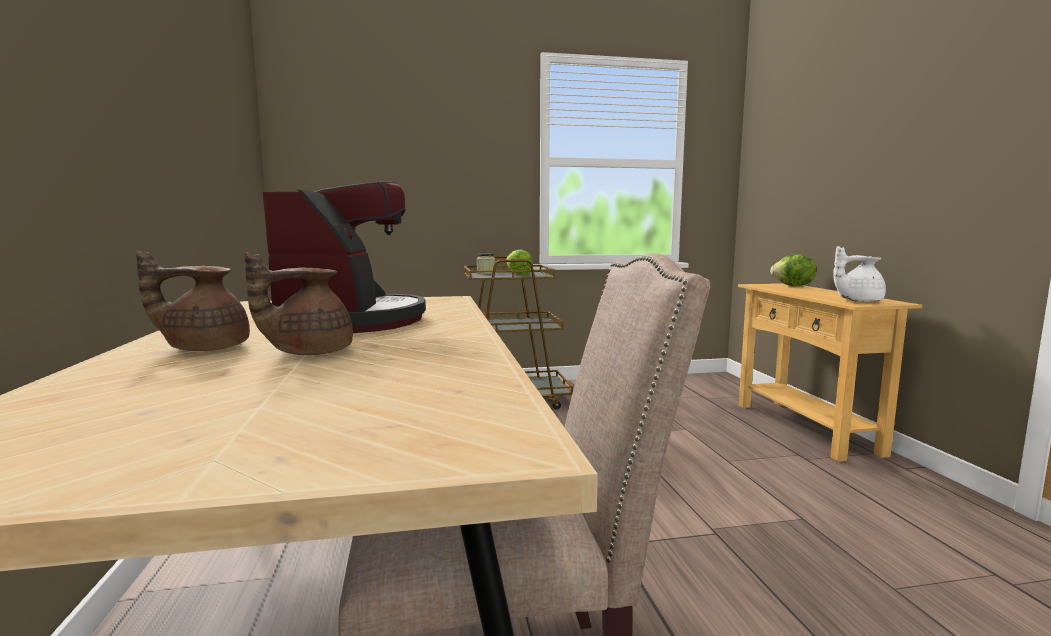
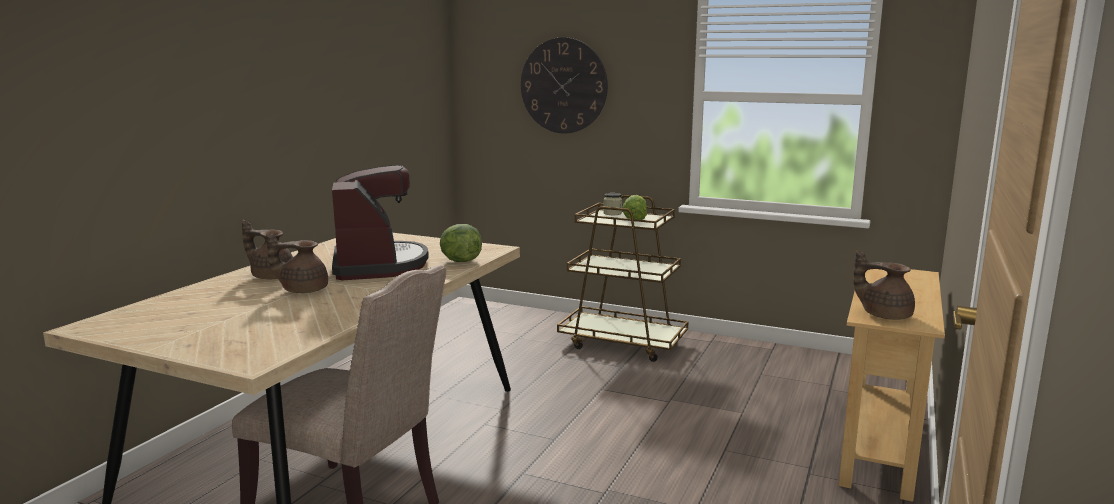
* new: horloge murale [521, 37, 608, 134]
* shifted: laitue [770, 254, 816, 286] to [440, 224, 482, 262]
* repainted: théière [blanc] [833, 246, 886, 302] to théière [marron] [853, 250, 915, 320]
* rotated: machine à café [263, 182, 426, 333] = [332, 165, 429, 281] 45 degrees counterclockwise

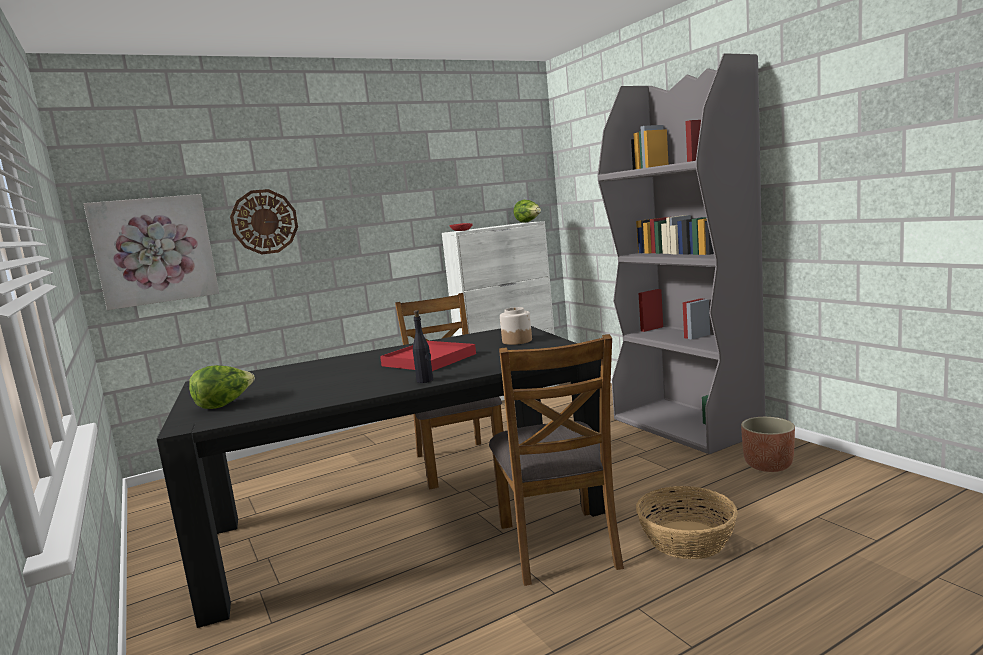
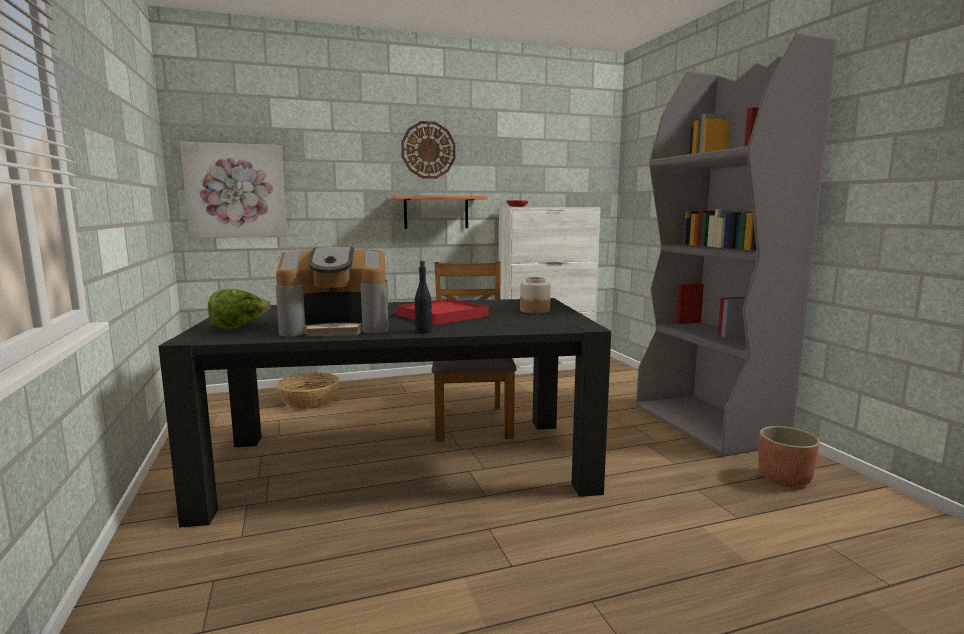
* gone: chaise [marron] [489, 334, 624, 586]
* gone: laitue [513, 200, 541, 222]
* new: machine à café [275, 247, 389, 337]
* new: étagère [391, 195, 488, 229]
* shifted: horloge murale [230, 189, 298, 255] to [401, 121, 455, 179]
* shifted: panier [636, 486, 738, 559] to [276, 372, 340, 410]

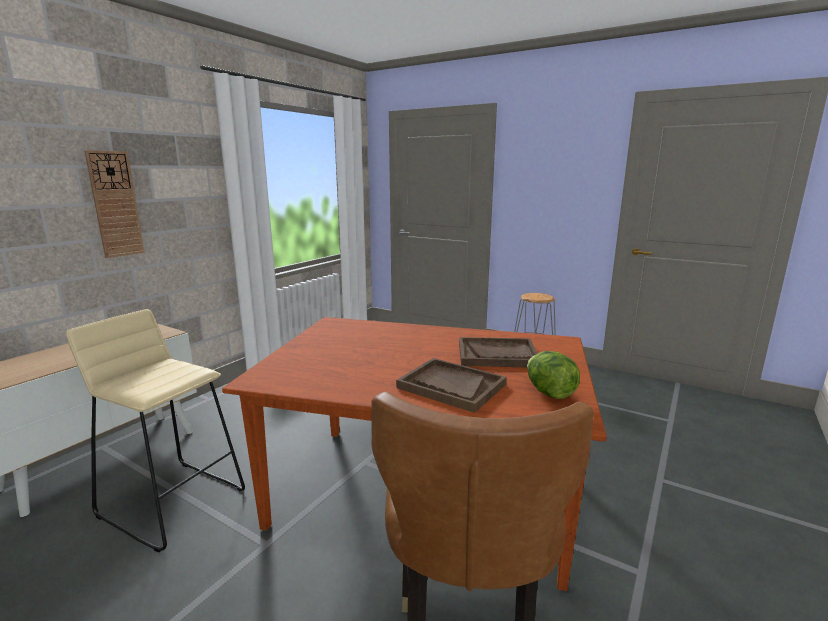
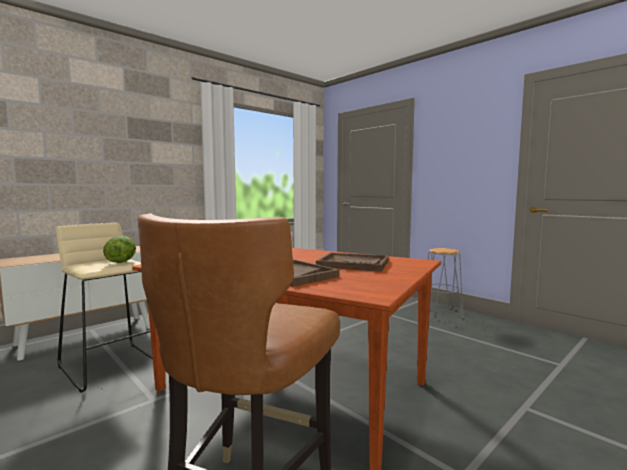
* gone: horloge murale [84, 150, 145, 258]
* shifted: laitue [527, 351, 580, 399] to [103, 236, 136, 263]

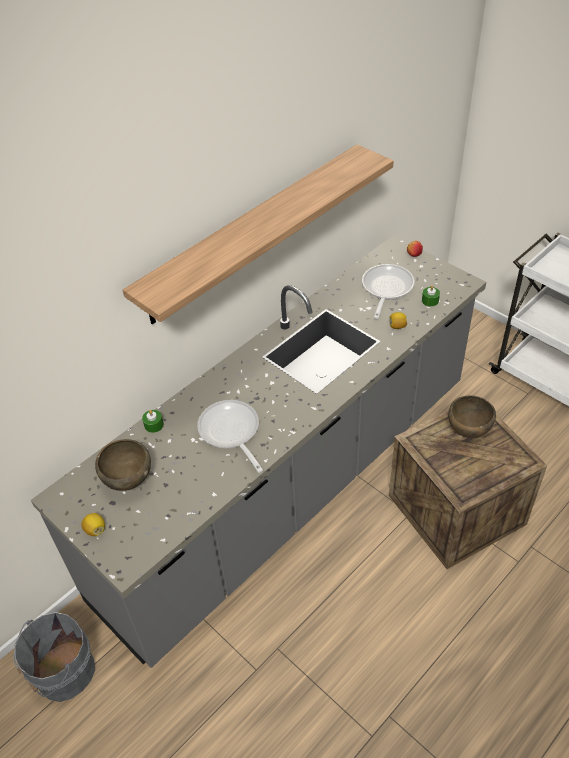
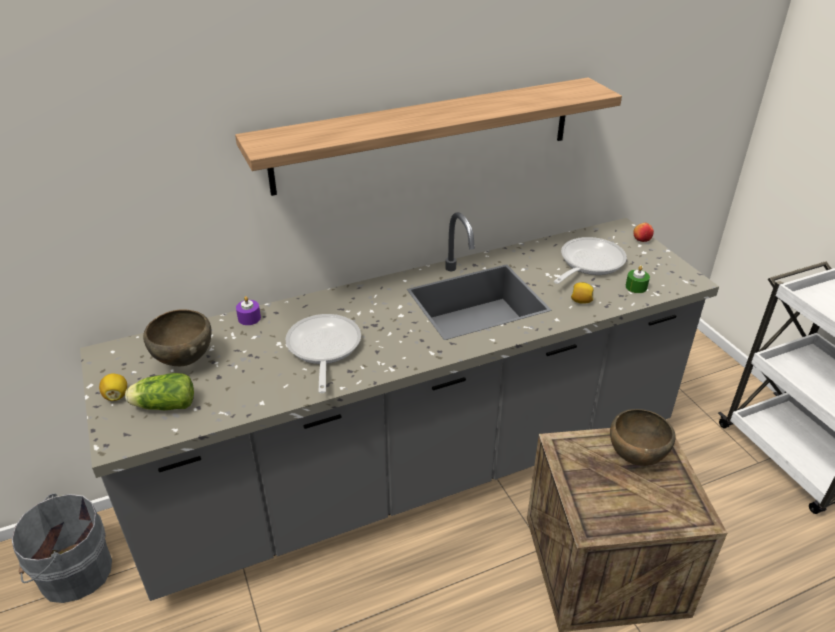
* new: laitue [125, 373, 194, 410]
* repainted: bougie [vert] [142, 410, 164, 433] to bougie [violet] [236, 296, 261, 325]

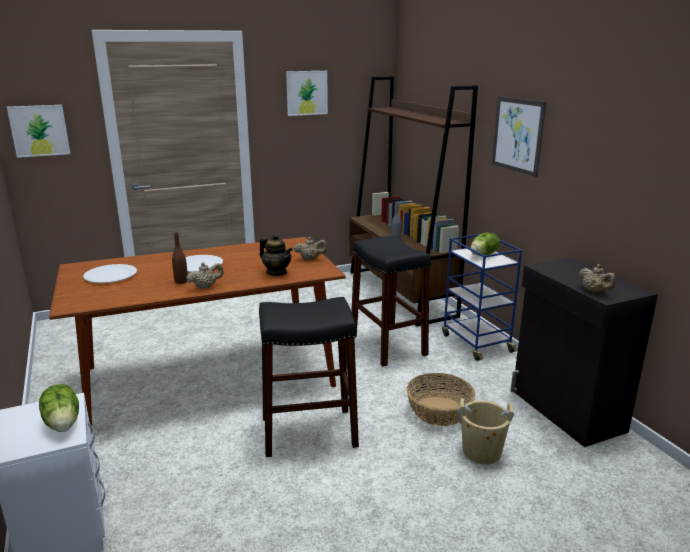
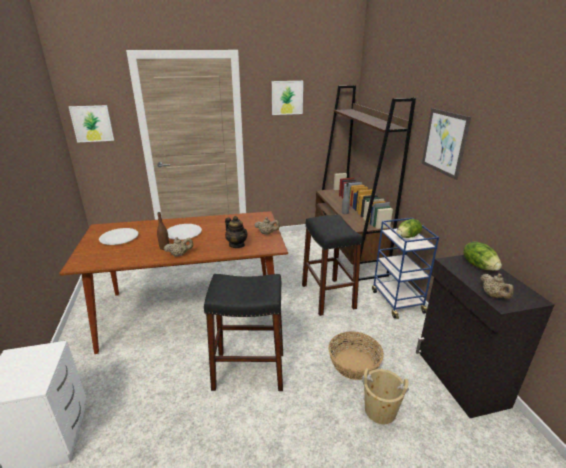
* shifted: laitue [39, 384, 79, 432] to [463, 241, 502, 271]

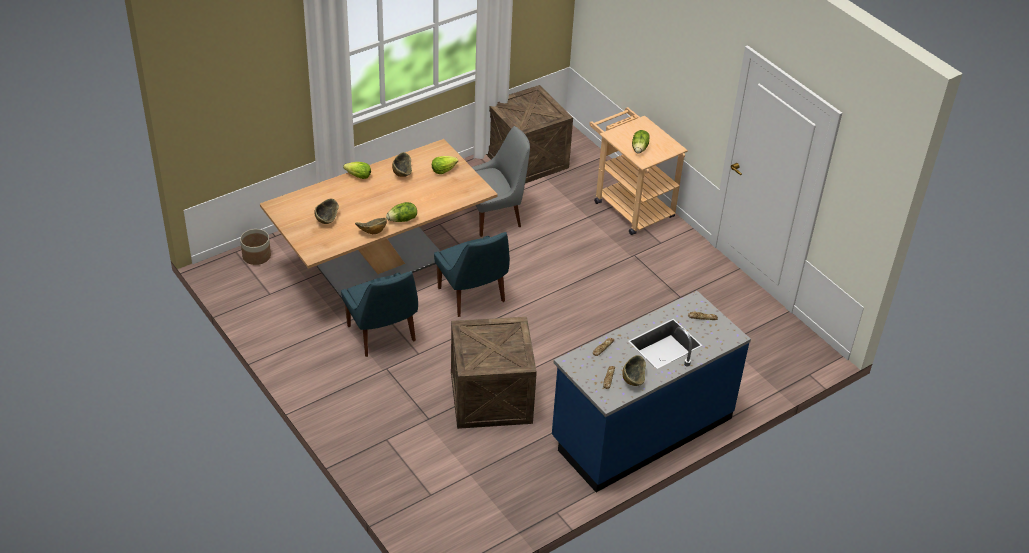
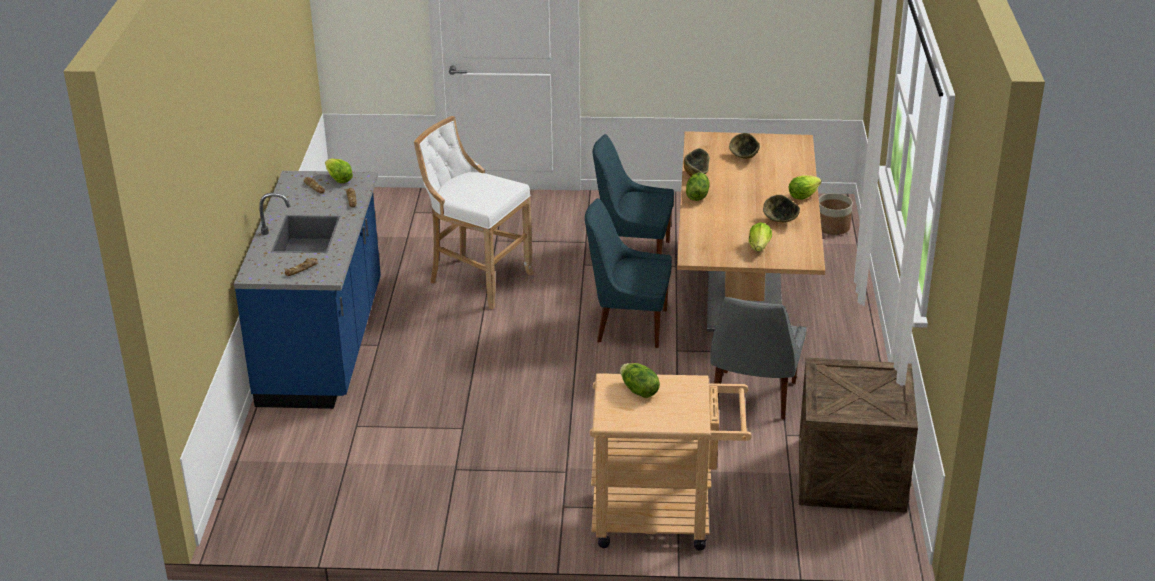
* gone: bol [622, 355, 646, 386]
* new: laitue [325, 158, 353, 183]
* swapped: caisse [451, 317, 537, 429] to tabouret [blanc] [414, 116, 534, 309]

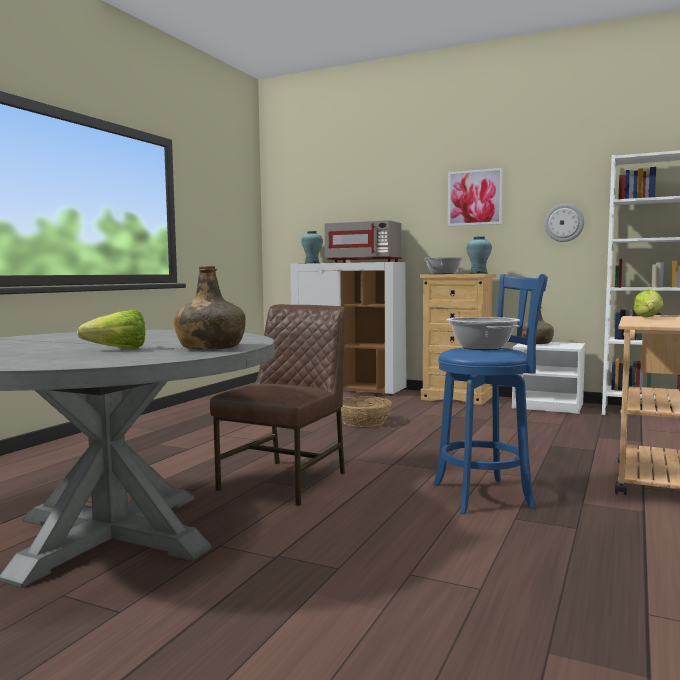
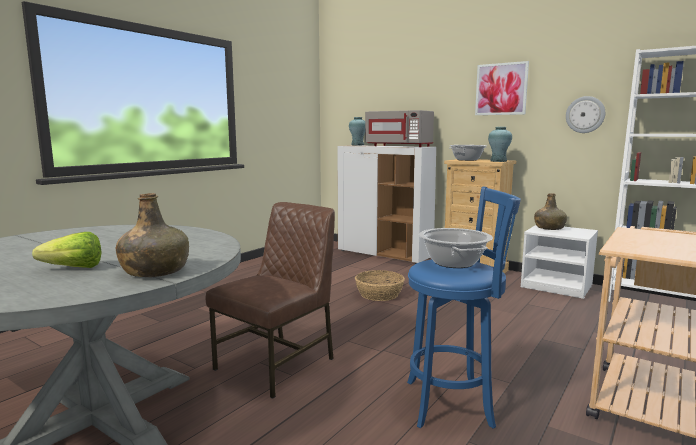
* gone: laitue [633, 290, 663, 317]

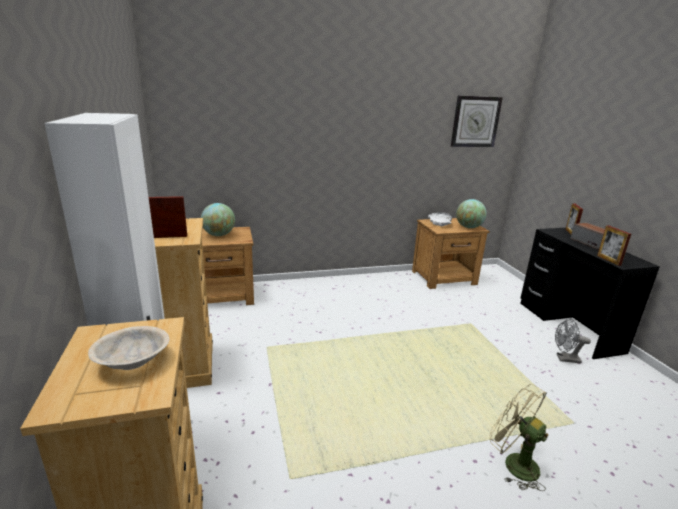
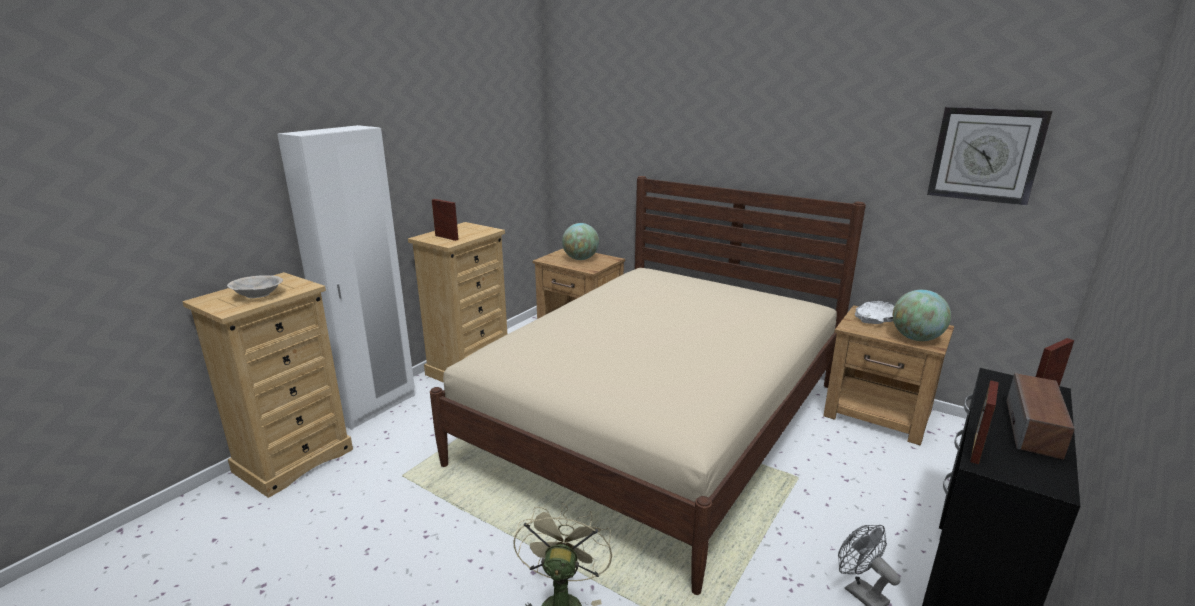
* new: lit [beige] [430, 176, 866, 595]

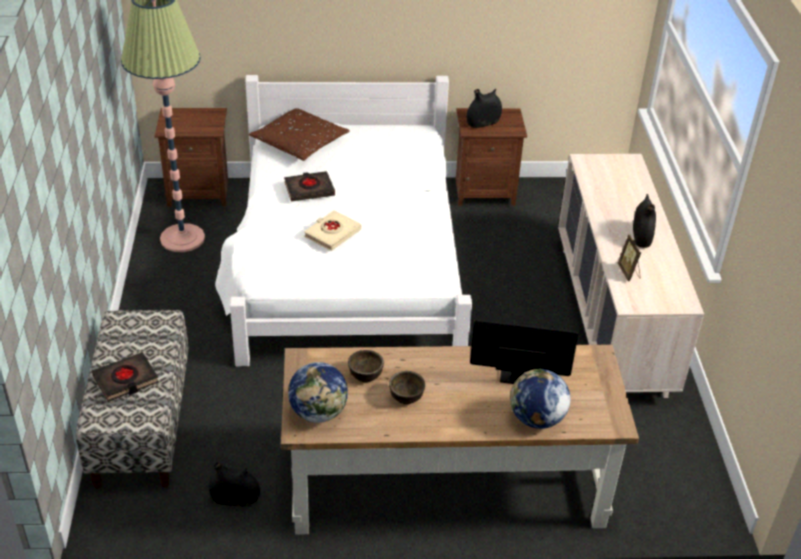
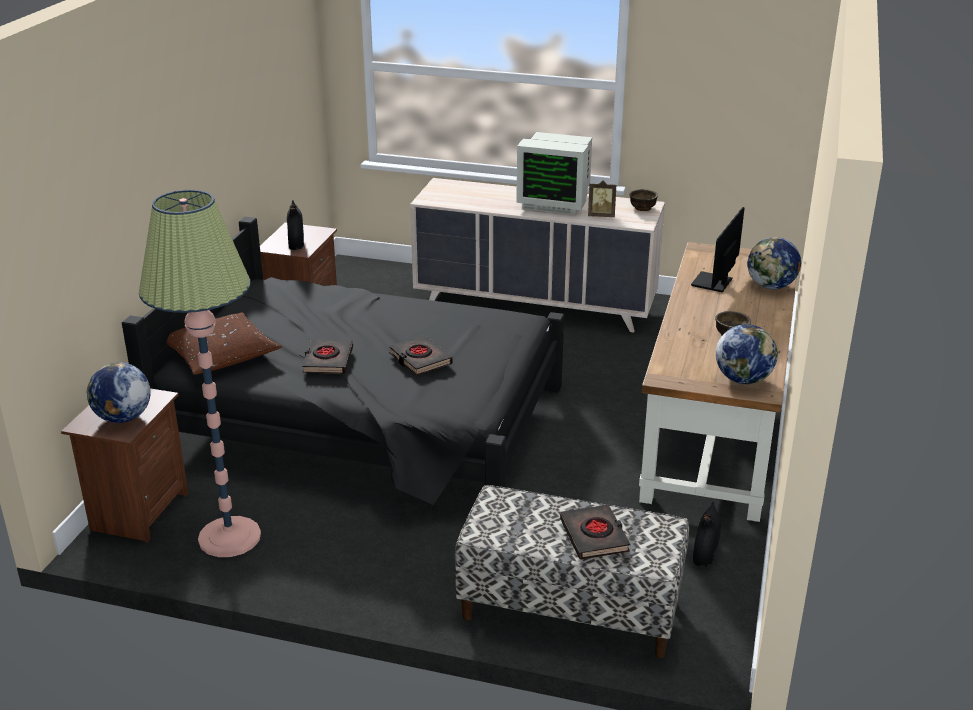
* new: globe [86, 362, 151, 423]
* shifted: bol [marron] [348, 350, 384, 382] to [629, 189, 658, 211]
* swapped: vase [noir] [633, 194, 656, 248] to écran d'ordinateur [516, 132, 592, 215]
* repainted: lit [blanc] [215, 75, 472, 366] to lit [noir] [122, 217, 564, 505]
* repainted: livre [beige] [304, 210, 362, 251] to livre [noir] [389, 335, 453, 375]

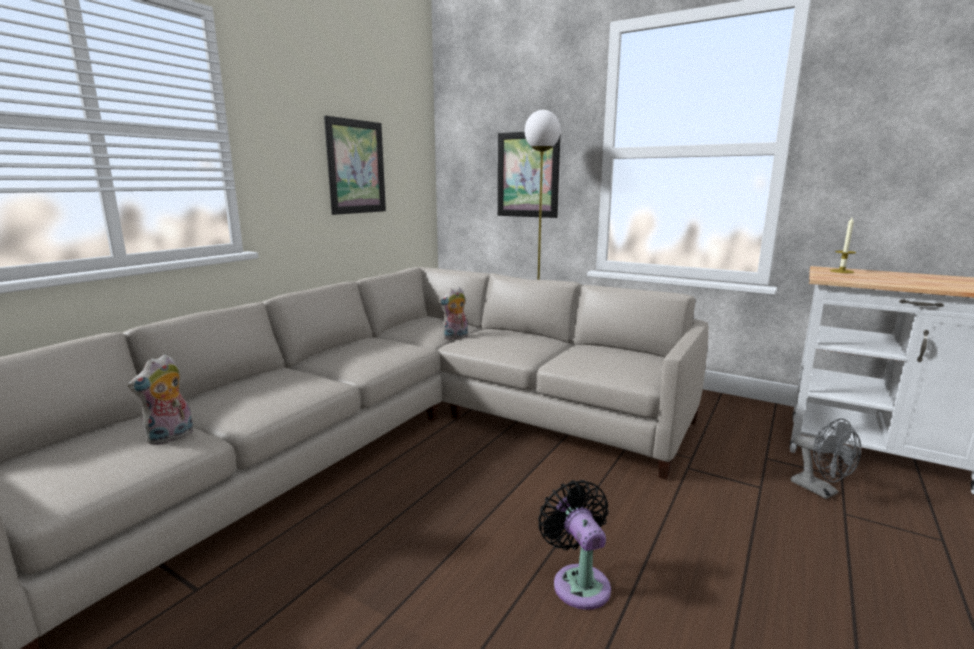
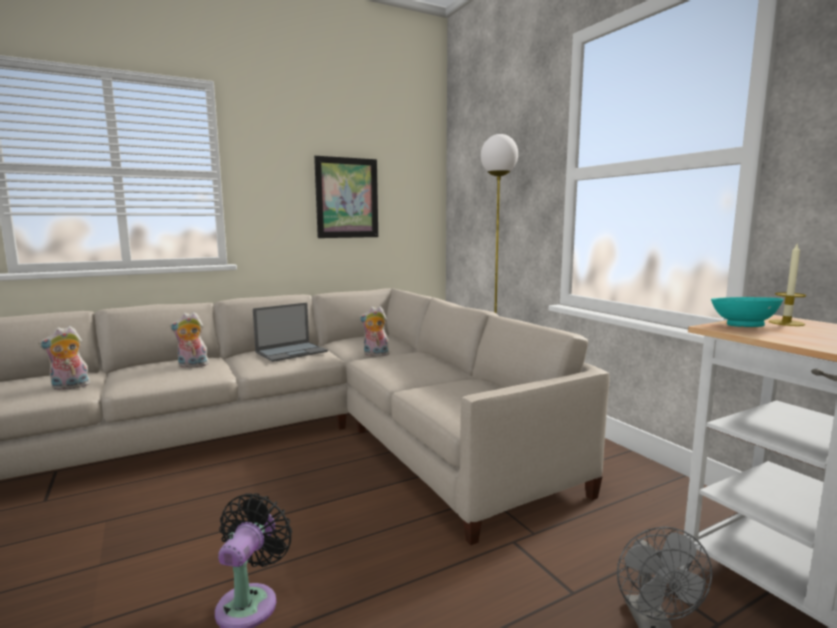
* gone: tableau [498, 132, 561, 218]
* new: peluche [170, 312, 209, 368]
* new: ordinateur portable [253, 303, 328, 362]
* new: bol [turquoise] [711, 297, 784, 327]

